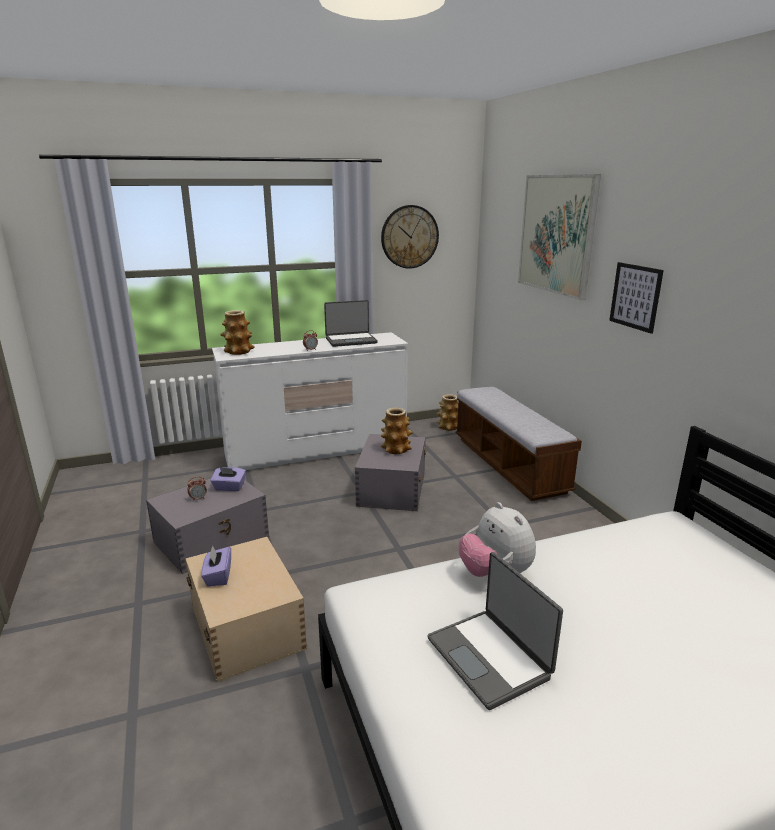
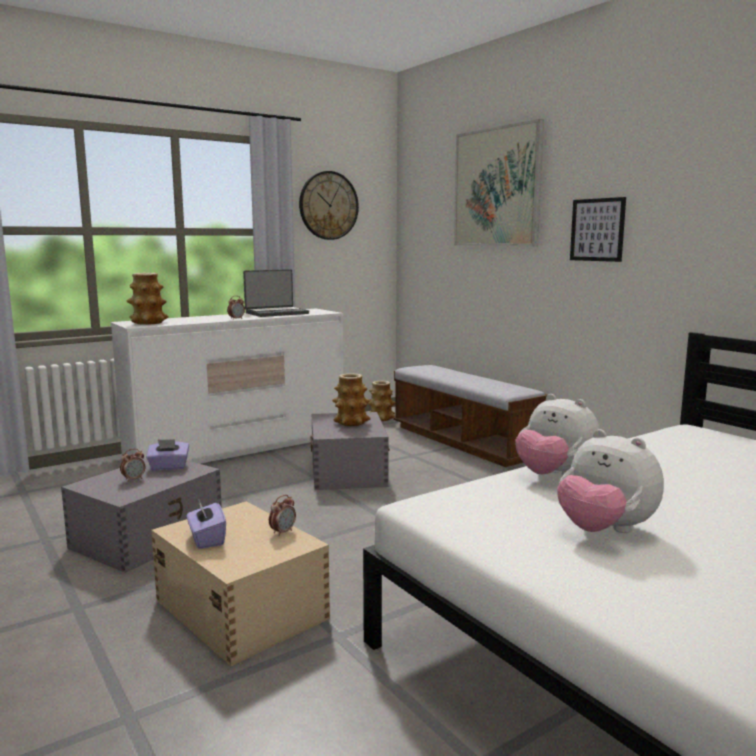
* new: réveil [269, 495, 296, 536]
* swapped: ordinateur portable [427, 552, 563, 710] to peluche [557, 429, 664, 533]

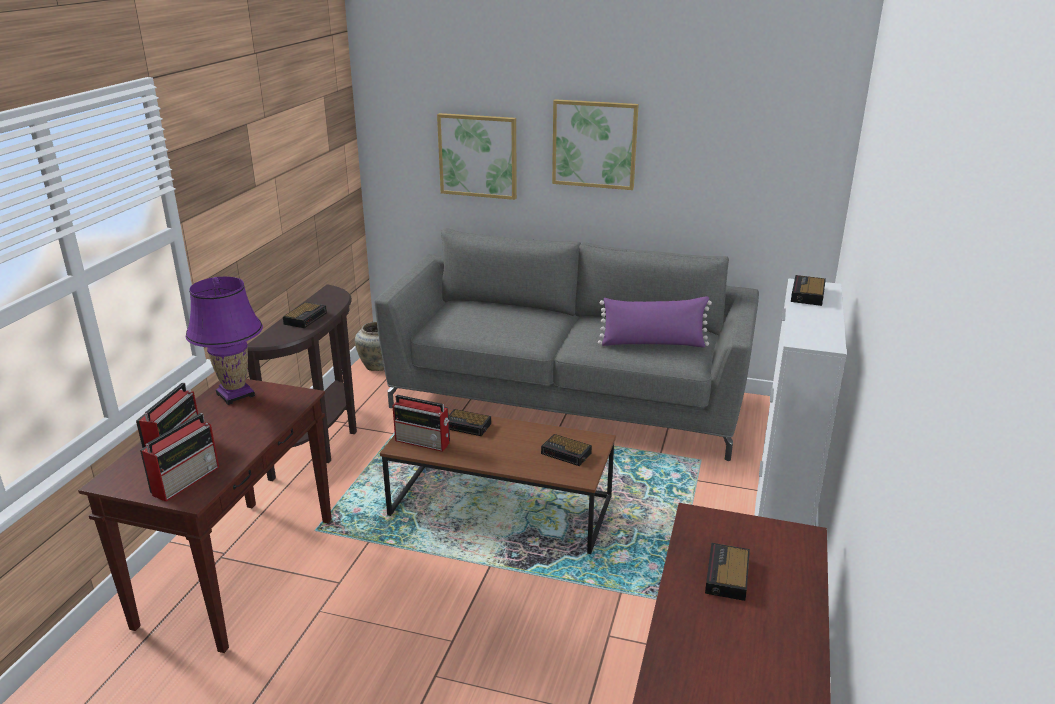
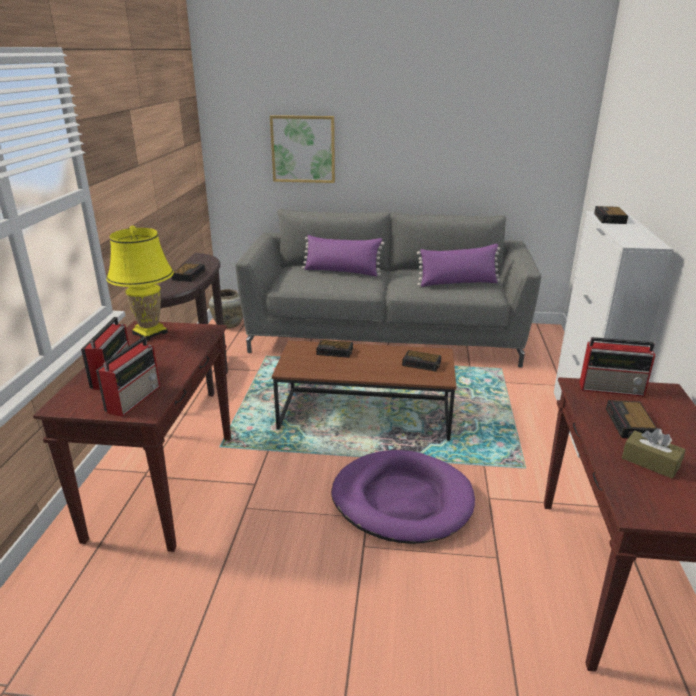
* gone: tableau [552, 99, 639, 190]
* new: coussin [violet] [302, 235, 384, 277]
* new: panier pour chien [violet] [331, 450, 475, 544]
* new: boîte à mouchoirs [marron] [622, 428, 686, 479]
* shifted: radio [393, 395, 450, 452] to [580, 337, 655, 397]
* repainted: lampe de table [violet] [186, 277, 263, 405] to lampe de table [jaune] [107, 225, 174, 341]

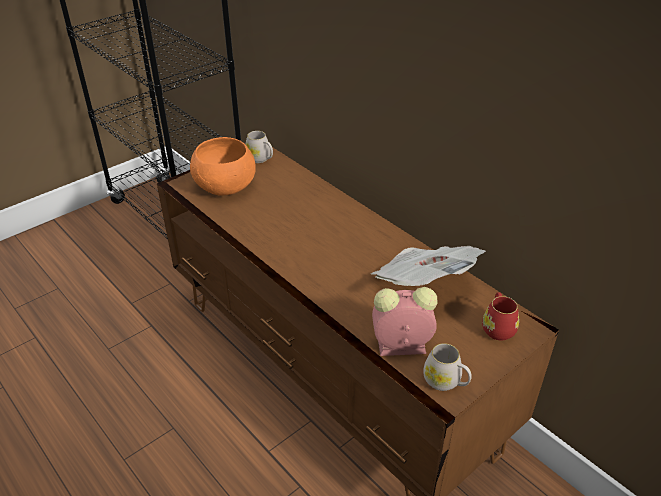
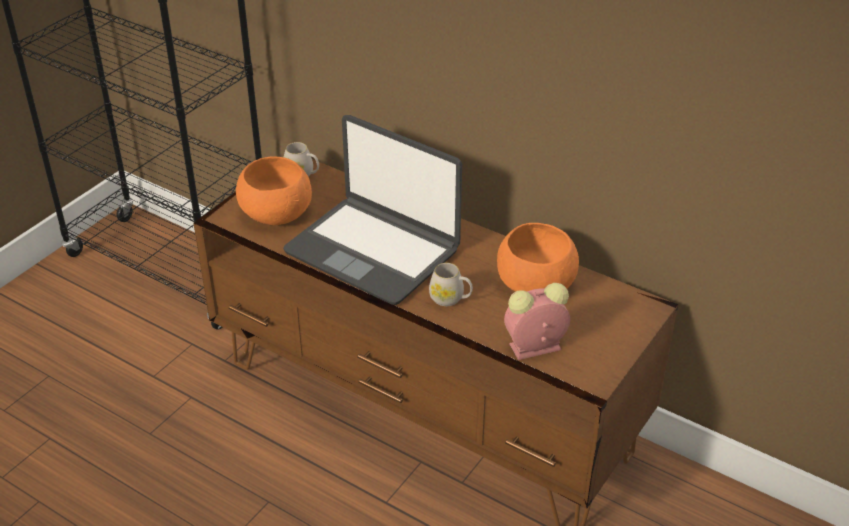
* gone: mug [rouge] [482, 292, 519, 341]
* new: ordinateur portable [283, 115, 462, 305]
* shifted: mug [blanc] [423, 343, 472, 391] to [429, 263, 473, 306]
* swapped: journal [371, 246, 485, 286] to bol [orange] [497, 223, 579, 291]

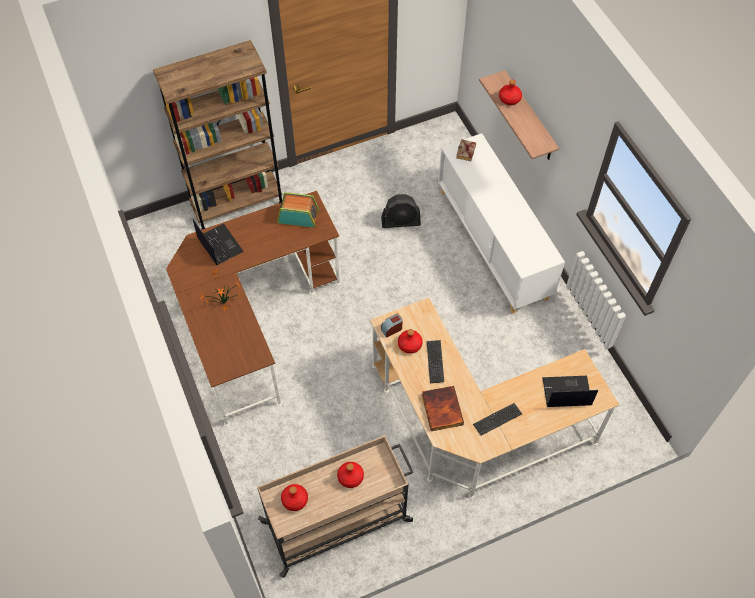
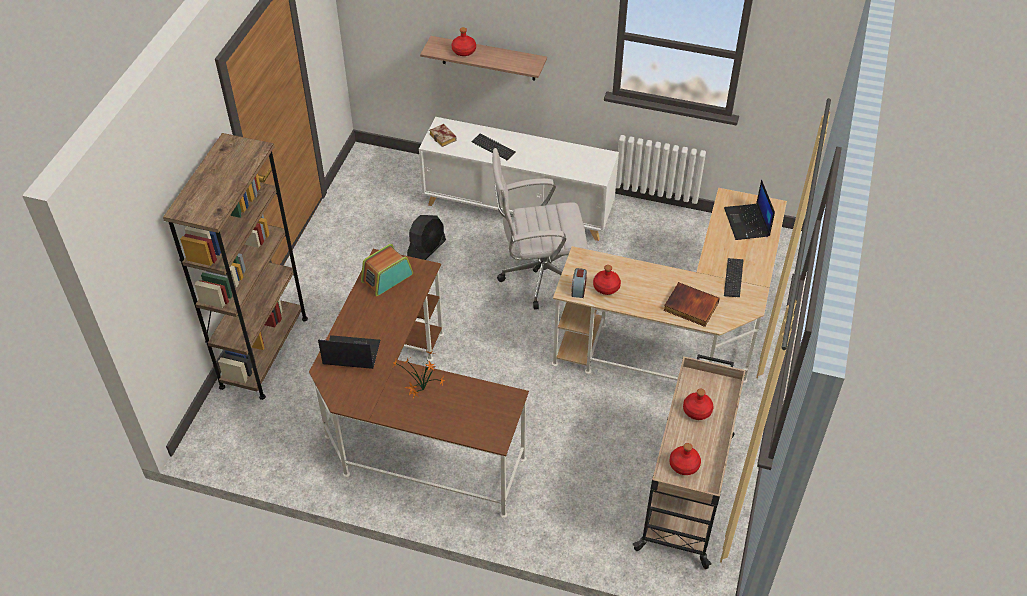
* new: chaise de bureau [blanc] [492, 148, 588, 310]
* shifted: clavier [427, 340, 444, 383] to [472, 134, 516, 161]
* rotated: ordinateur portable [542, 376, 598, 407] = [724, 180, 775, 240] 45 degrees counterclockwise

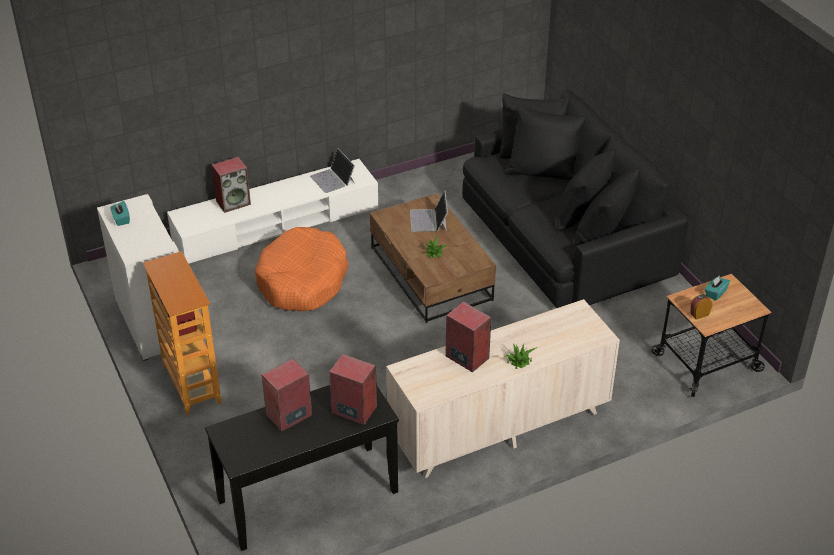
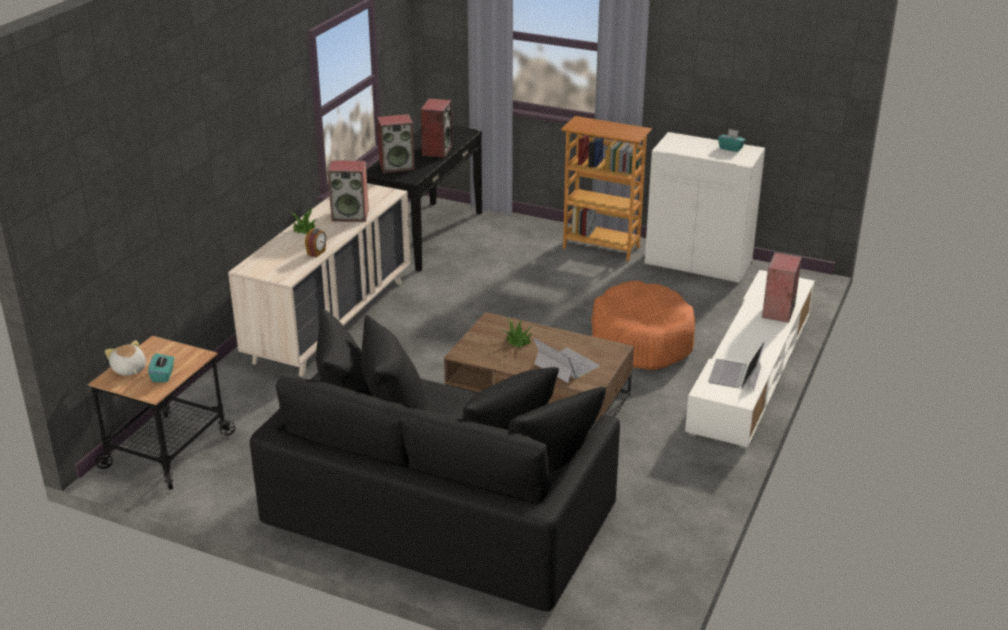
* new: peluche [105, 340, 146, 376]
* shifted: réveil [690, 294, 713, 320] to [305, 228, 326, 258]
* rotated: ordinateur portable [310, 148, 355, 193] = [708, 341, 765, 391] 90 degrees counterclockwise

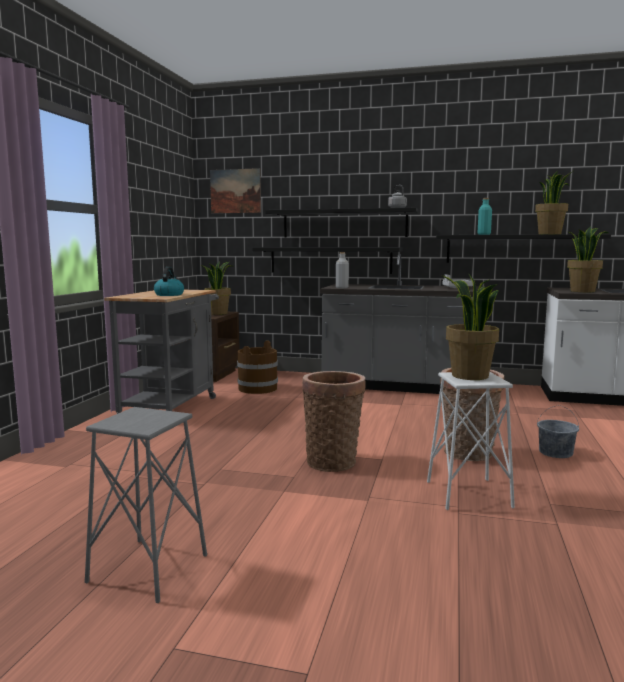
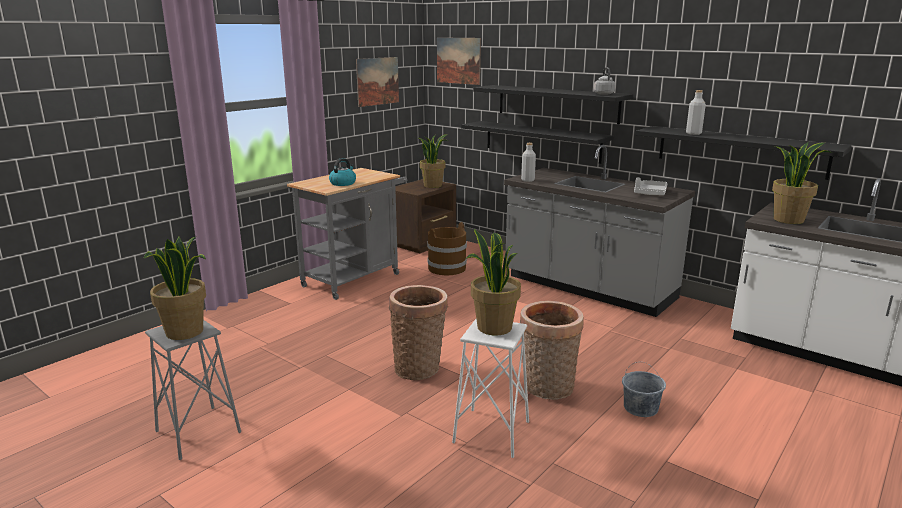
* new: tableau [356, 57, 399, 107]
* shifted: plante en pot [535, 171, 573, 235] to [144, 237, 206, 340]
* repainted: bouteille [turquoise] [478, 198, 492, 235] to bouteille [gris] [686, 90, 706, 135]

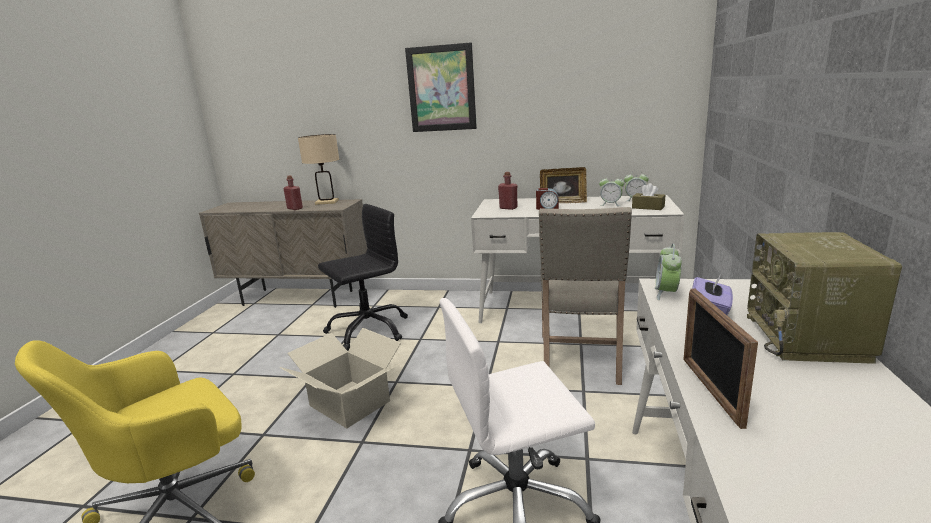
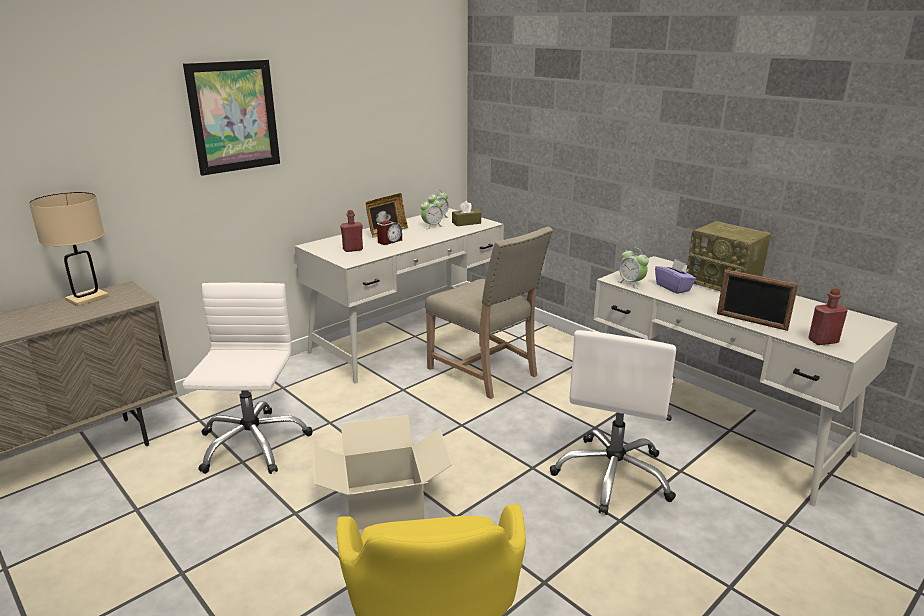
* shifted: bouteille [rouge] [283, 175, 303, 210] to [808, 288, 848, 345]
* repainted: chaise de bureau [noir] [318, 204, 408, 351] to chaise de bureau [blanc] [183, 283, 313, 474]

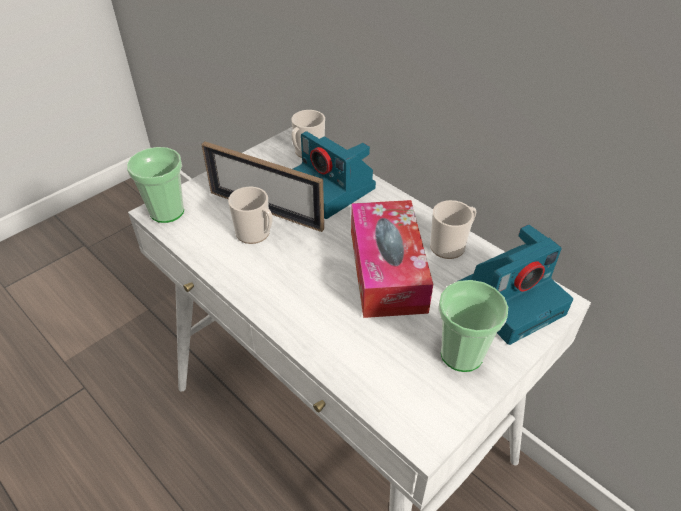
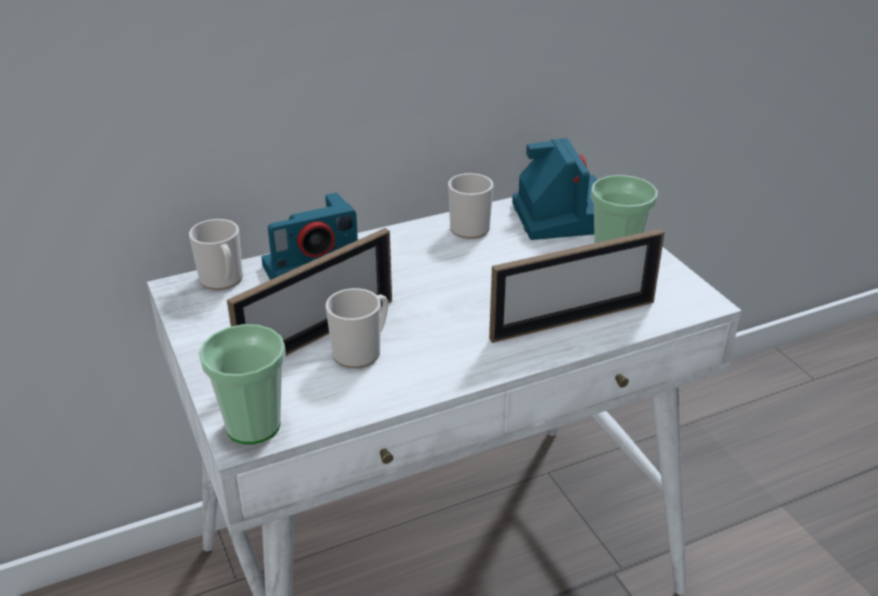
* gone: boîte à mouchoirs [351, 200, 433, 318]
* new: cadre photo [489, 229, 665, 343]

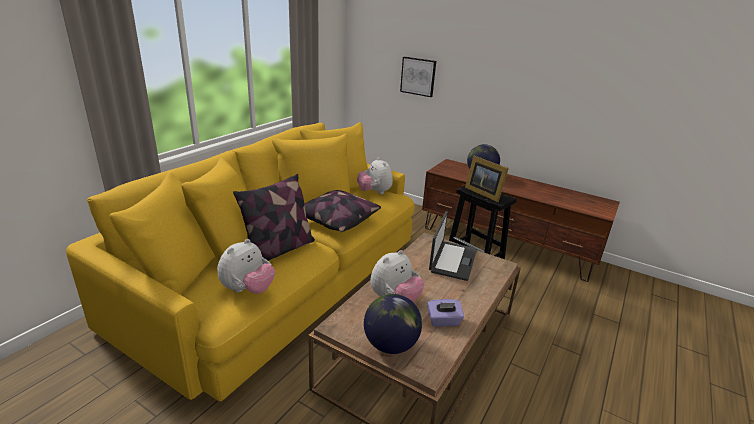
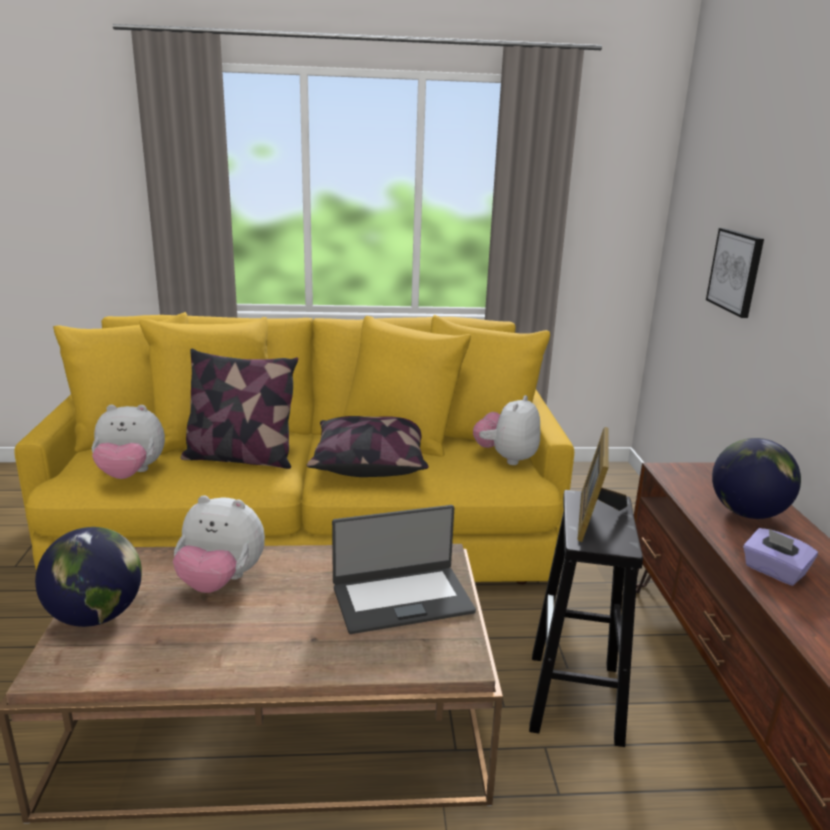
* shifted: boîte à mouchoirs [violet] [427, 299, 464, 327] to [743, 528, 818, 586]

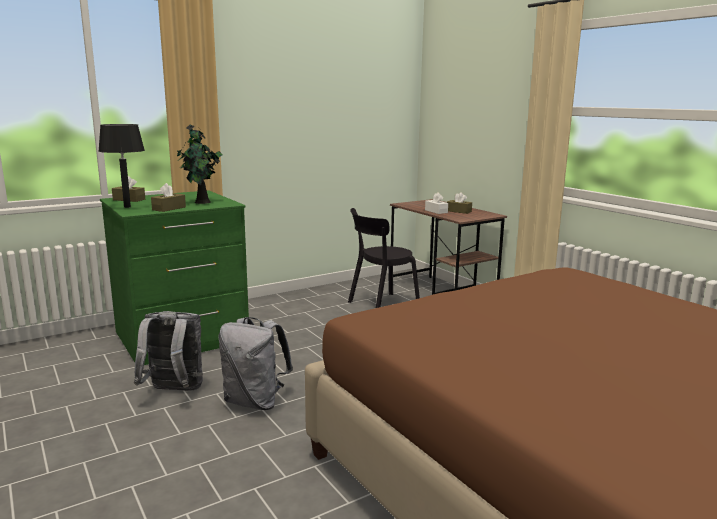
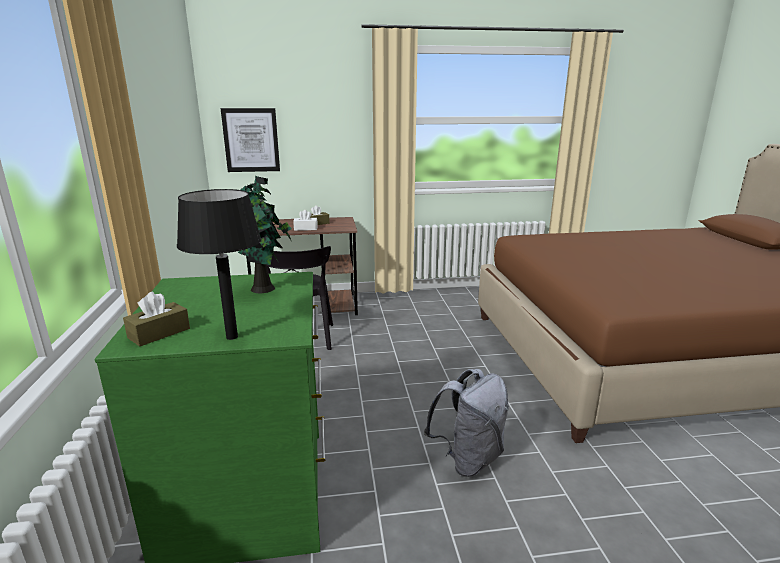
* gone: sac à dos [gris] [134, 311, 203, 391]
* gone: boîte à mouchoirs [marron] [151, 183, 186, 212]
* new: tableau [221, 108, 280, 172]

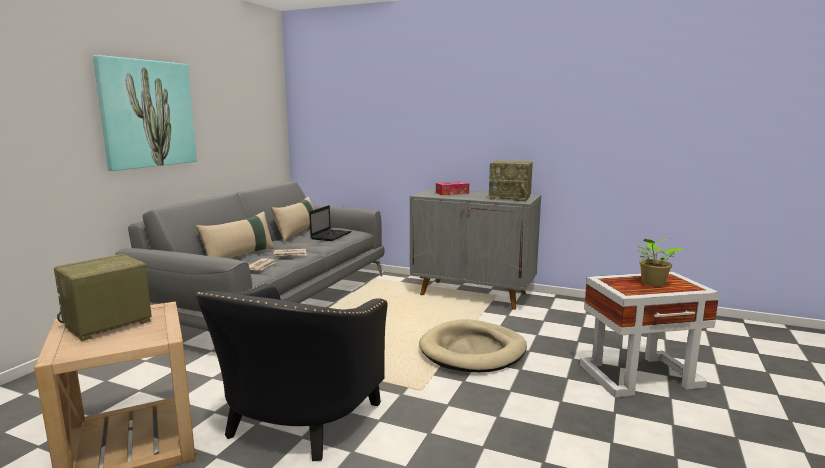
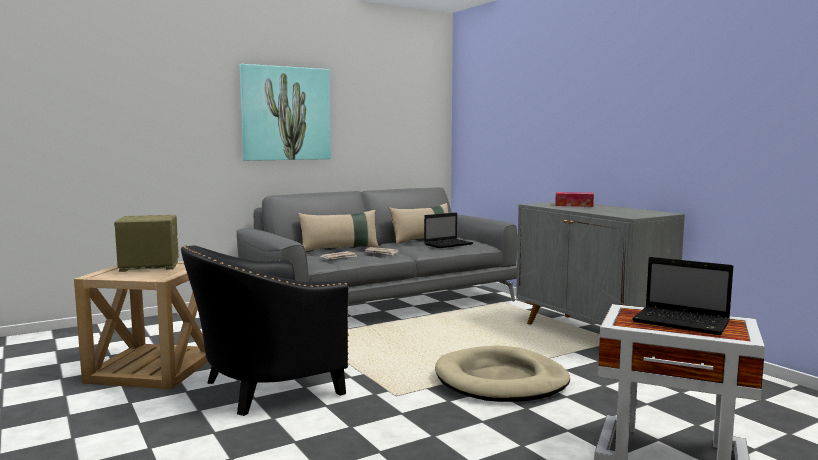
* gone: radio [489, 160, 533, 201]
* swapped: plante en pot [637, 239, 682, 286] to ordinateur portable [632, 257, 733, 335]

